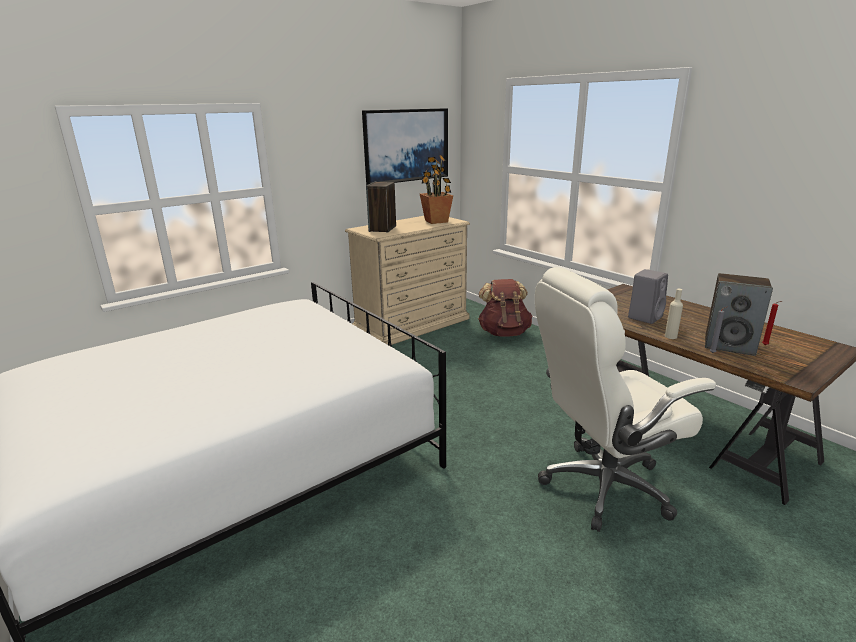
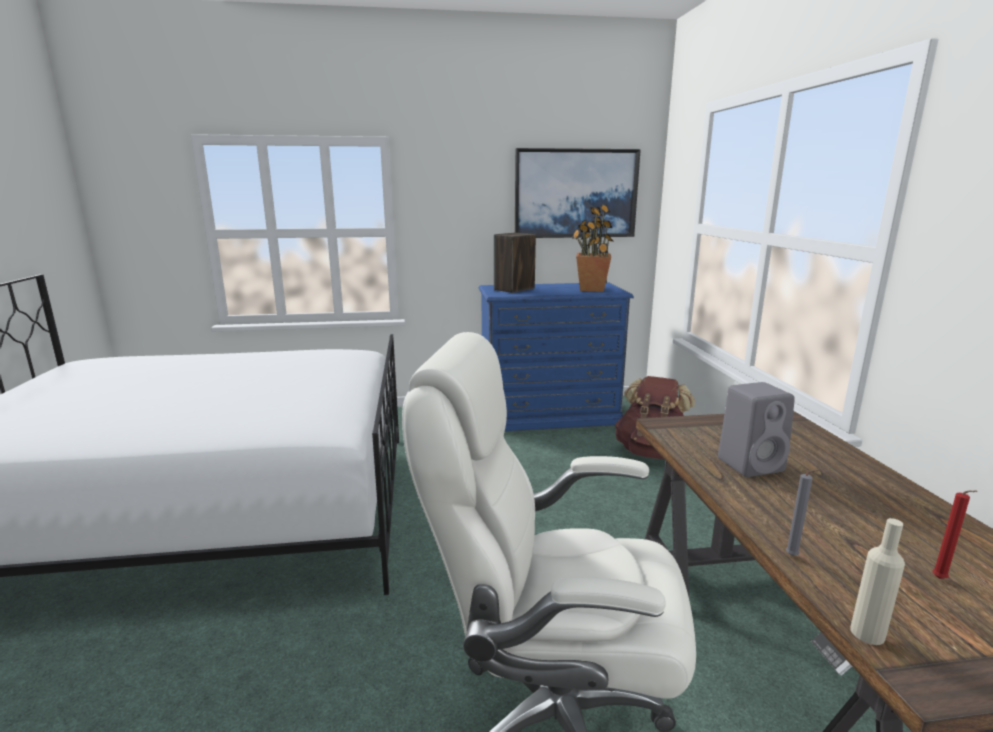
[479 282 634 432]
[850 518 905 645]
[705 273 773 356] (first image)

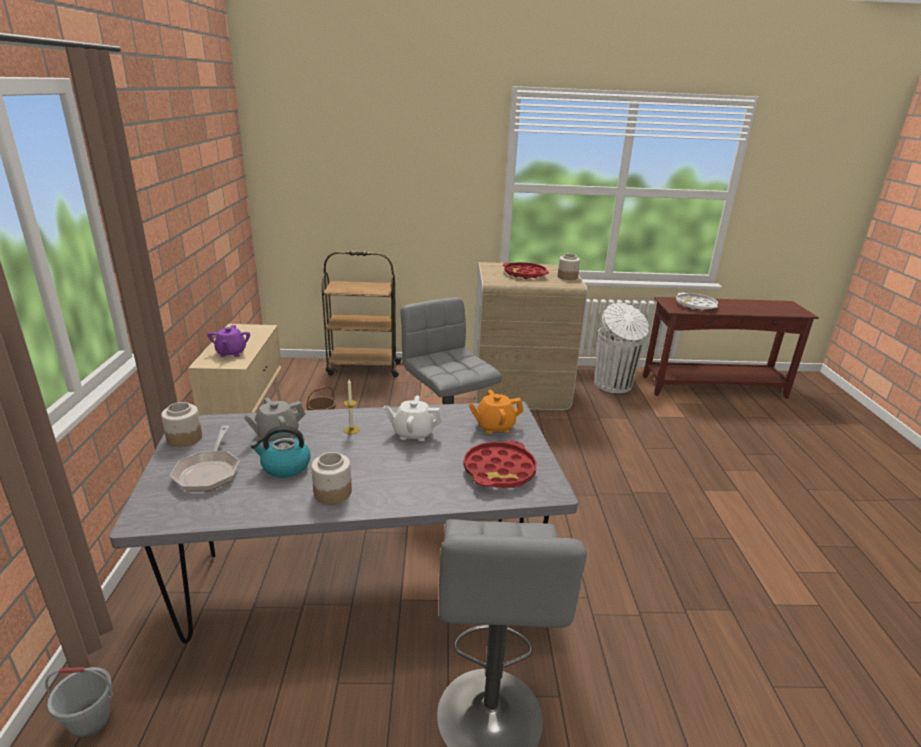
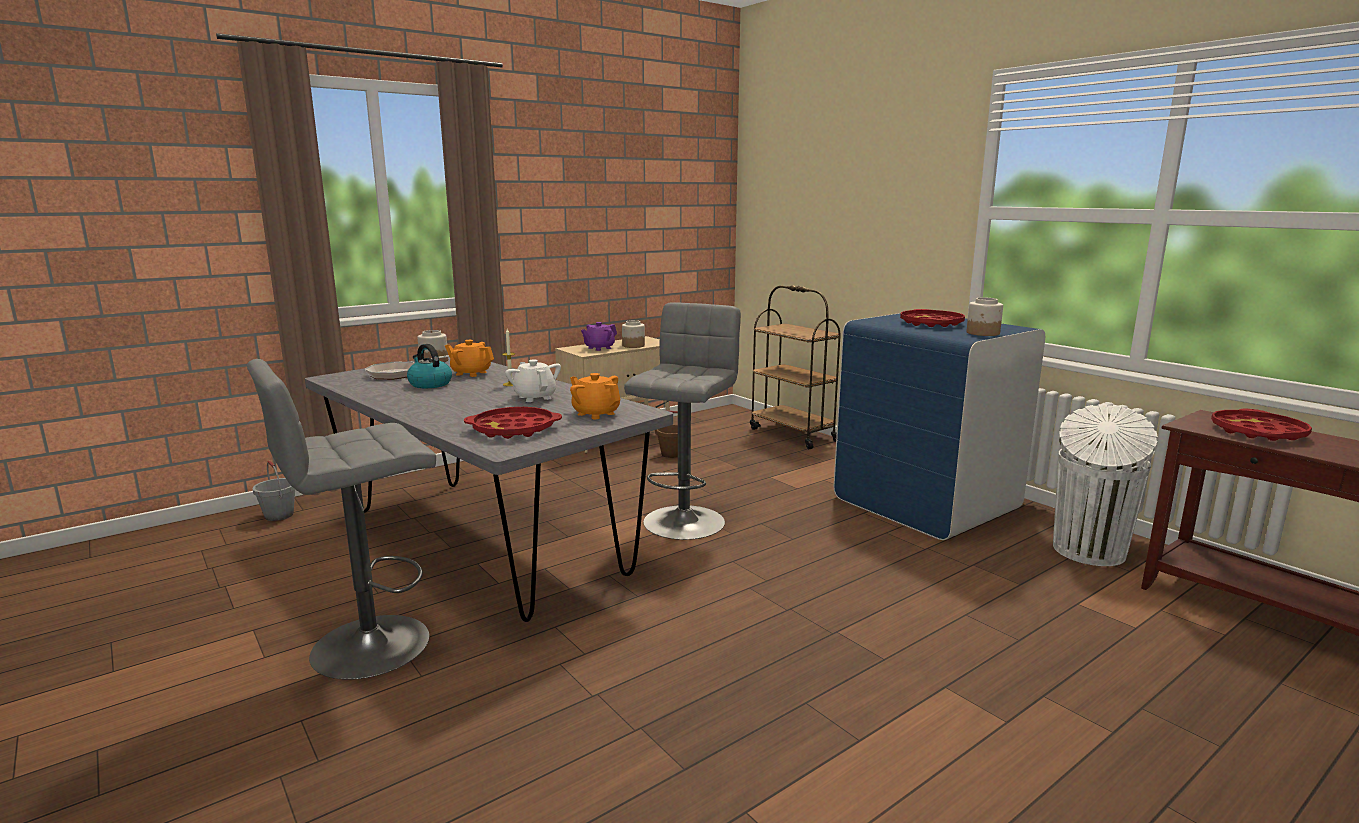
[445 340 494 377]
[622 320 645 348]
[834 313 1045 540]
[1211 409 1312 441]

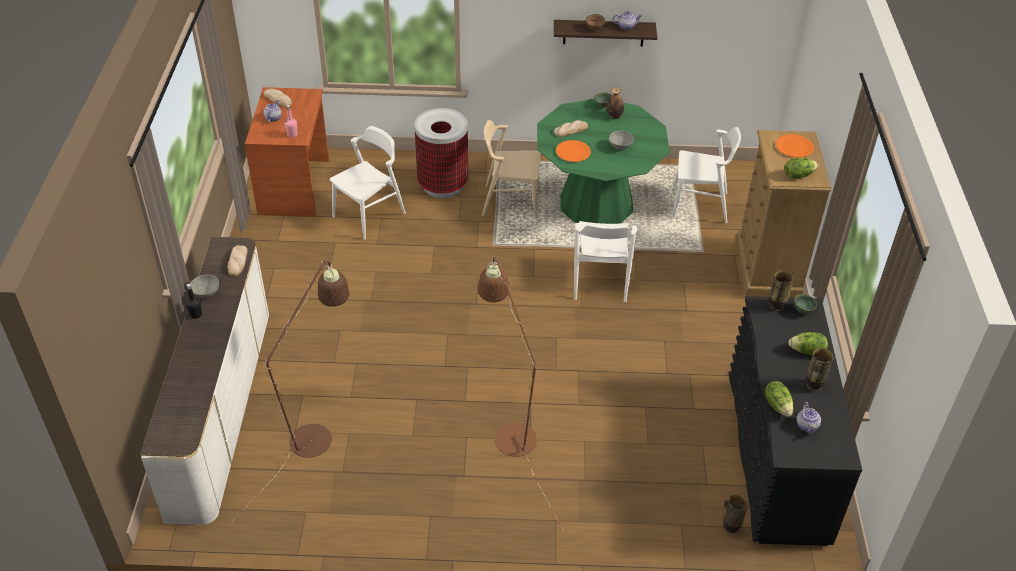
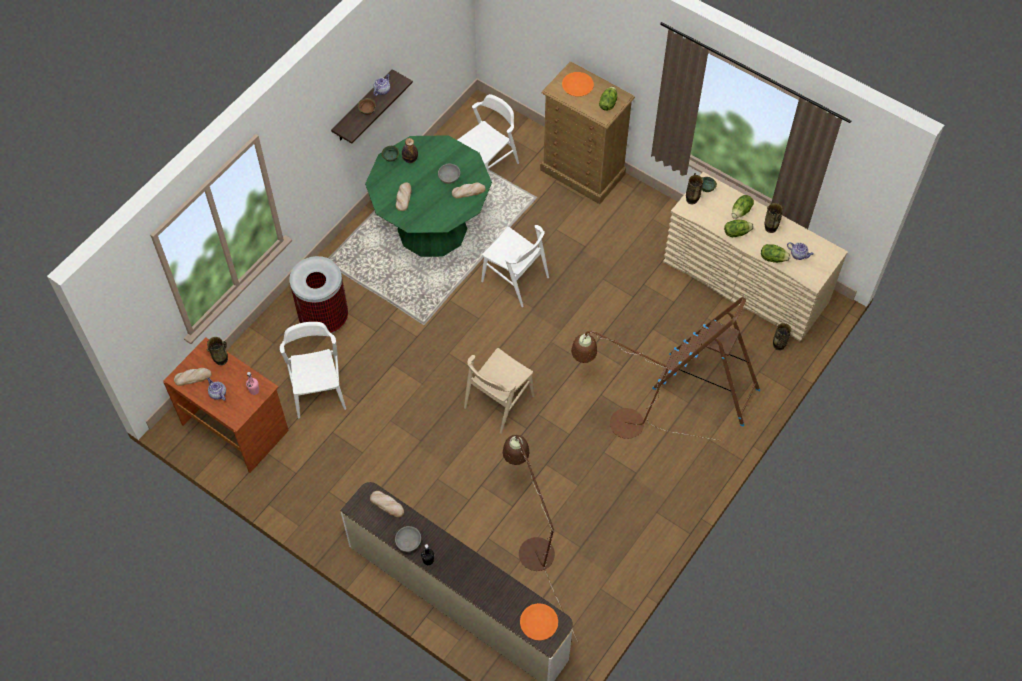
[464 348 535 434]
[520 603 558 641]
[663 172 848 341]
[207 337 228 366]
[452 182 486 199]
[652 297 760 427]
[724 220 754 237]

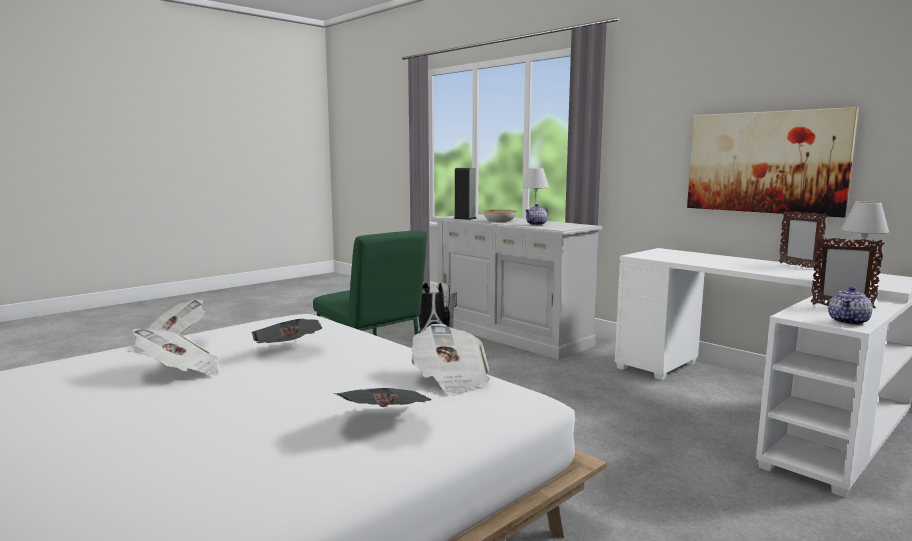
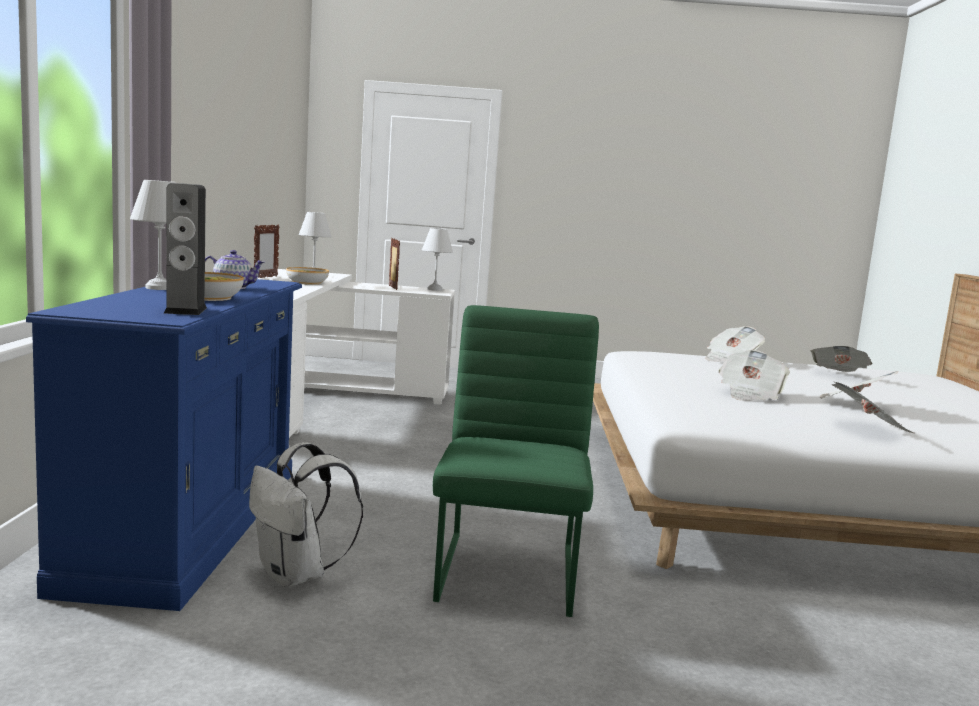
[811 346 872 372]
[26 279 302 611]
[687 107 859 217] (first image)
[422 228 453 291]
[286 267 329 285]

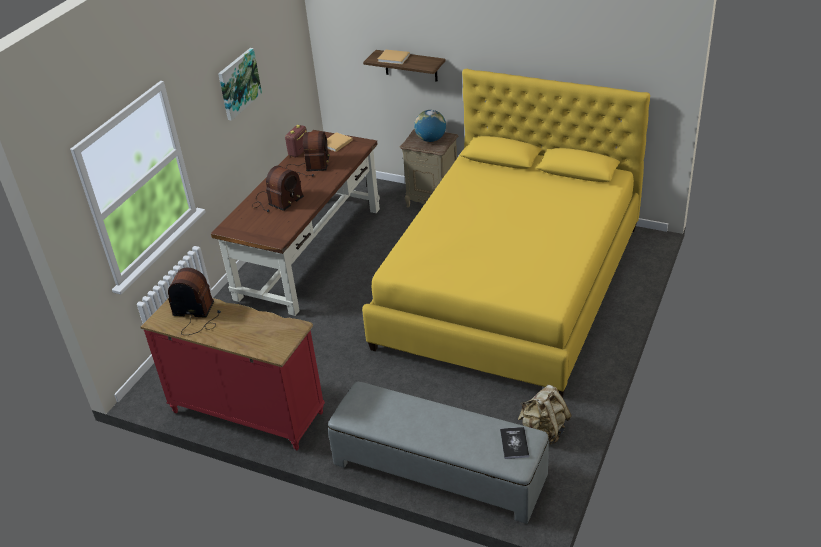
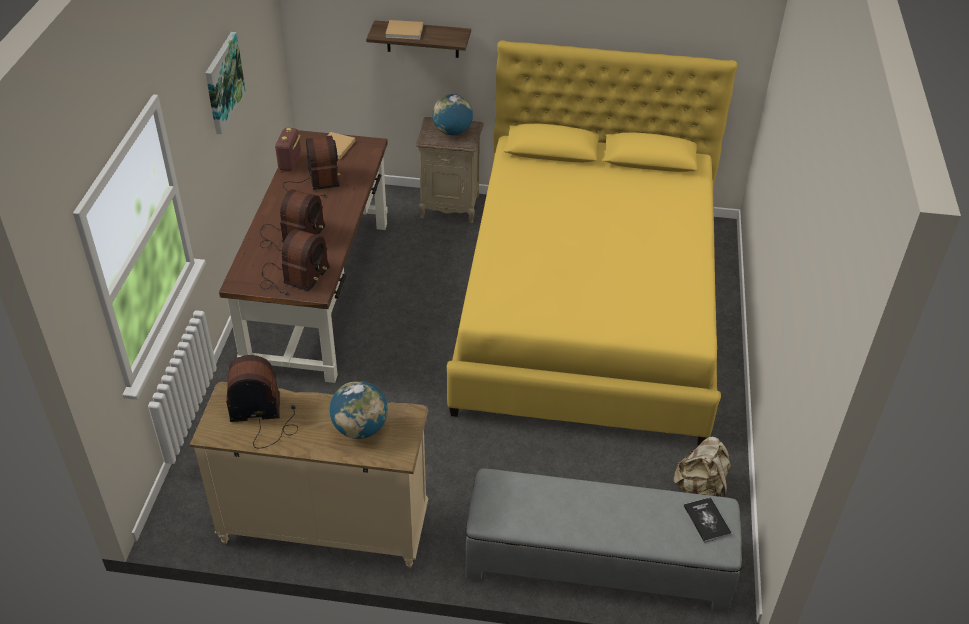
[190 382 428 568]
[260 229 330 295]
[330 381 388 439]

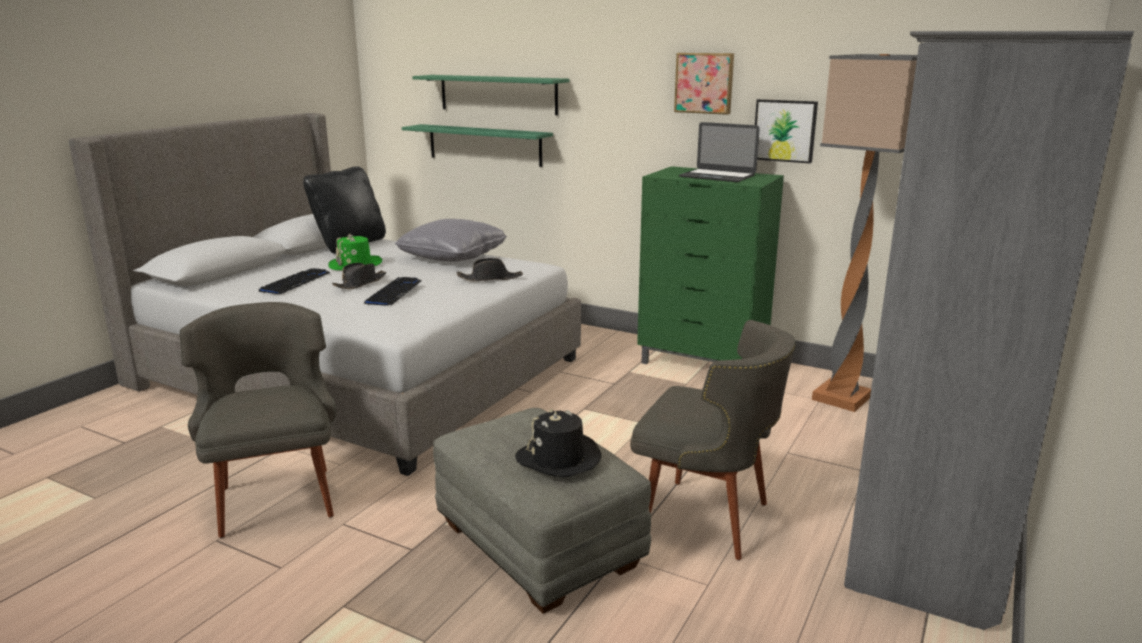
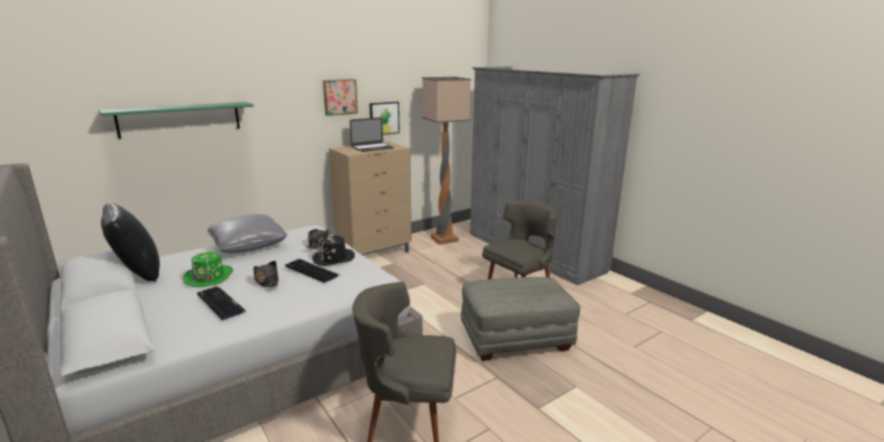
[402 124 553 167] (first image)
[313 234 355 266]
[329 142 412 255]

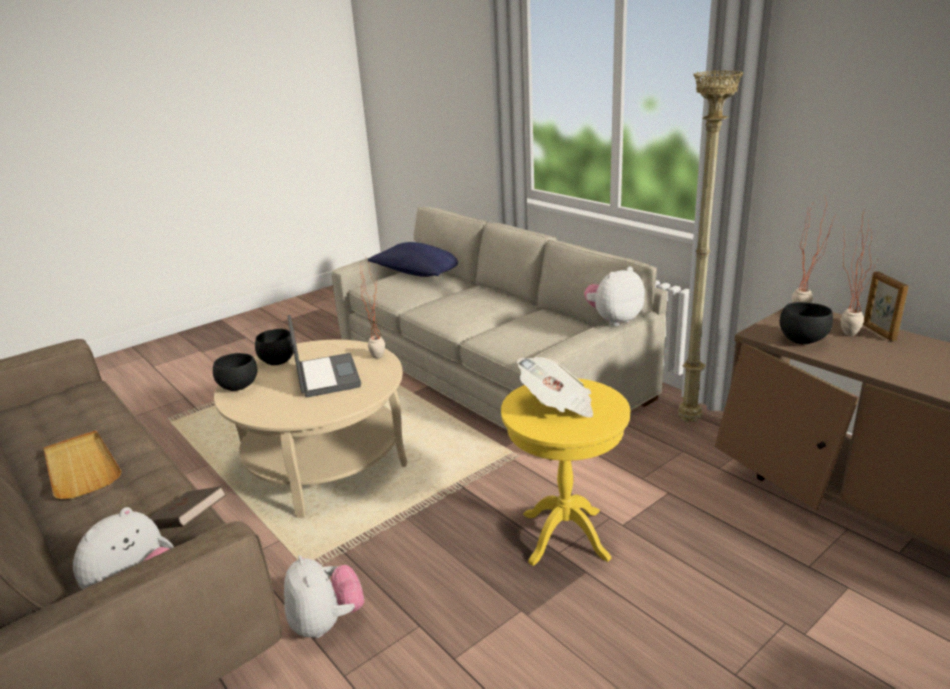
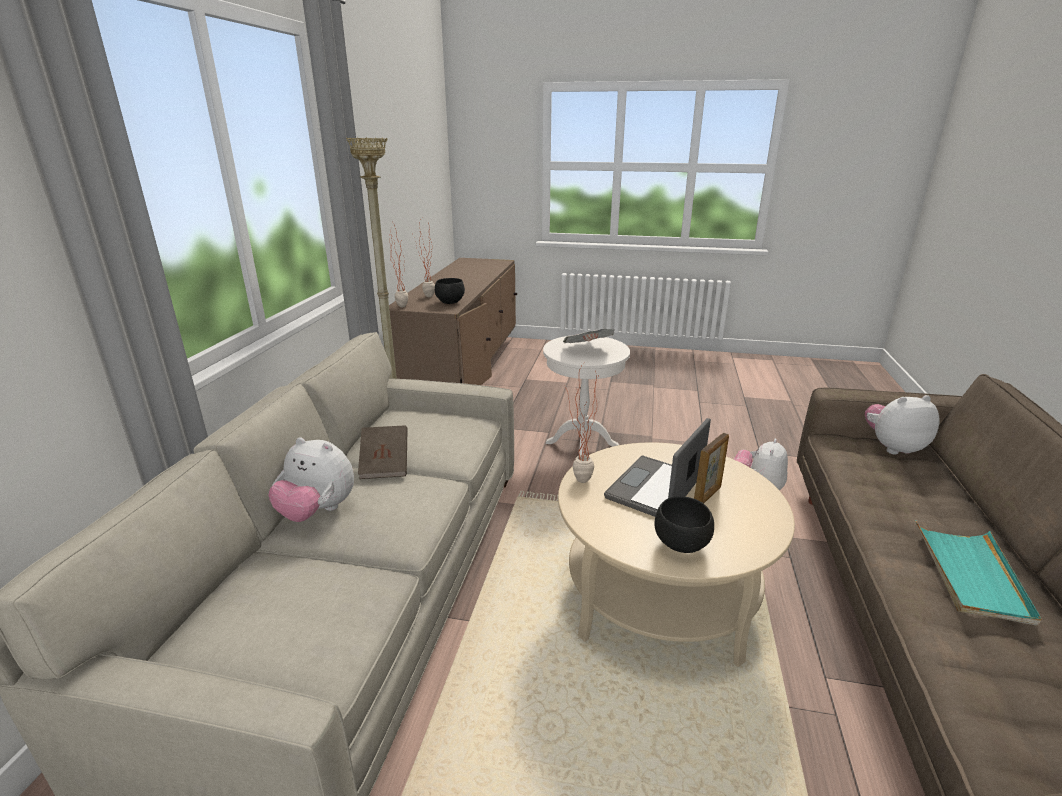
[915 520 1042 626]
[358 425 408 479]
[213 353 257 391] (first image)
[368 242 458 277] (first image)
[543 335 630 455]
[269 437 354 522]
[694 433 729 504]

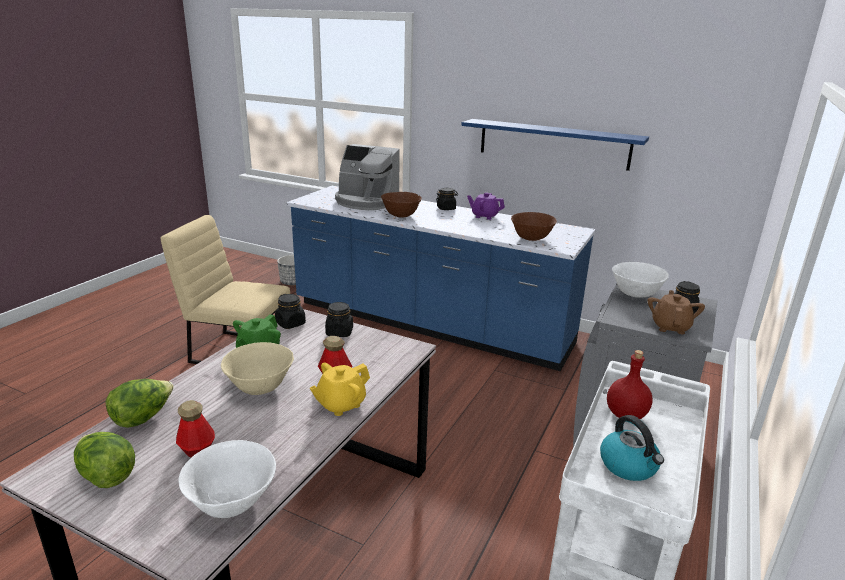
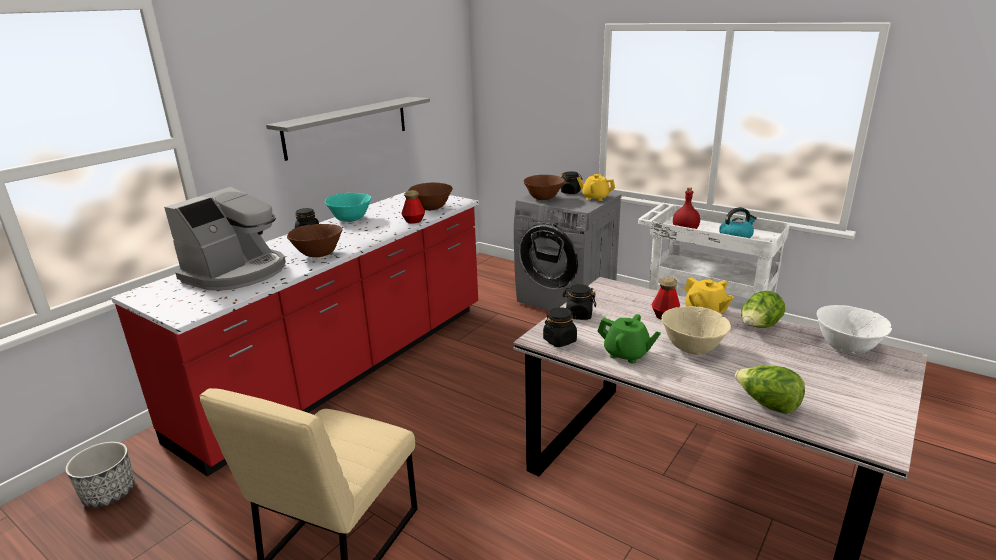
[741 291 785 328]
[401 190 425 224]
[111 192 479 477]
[266 97 430 161]
[325 193 372 222]
[523 175 565 200]
[577 174 615 201]

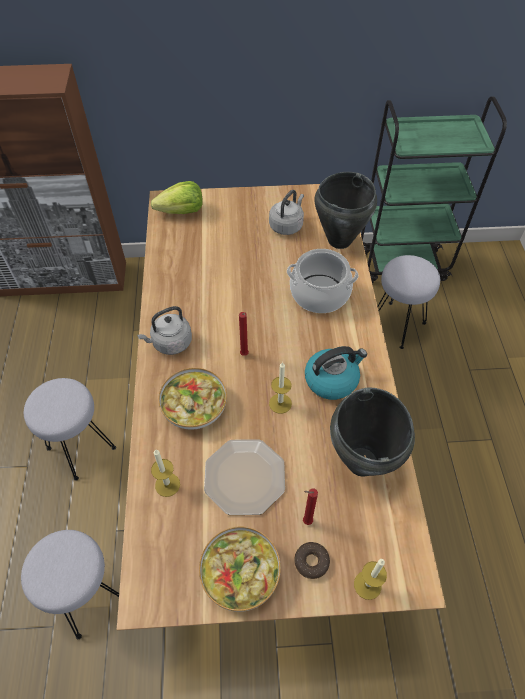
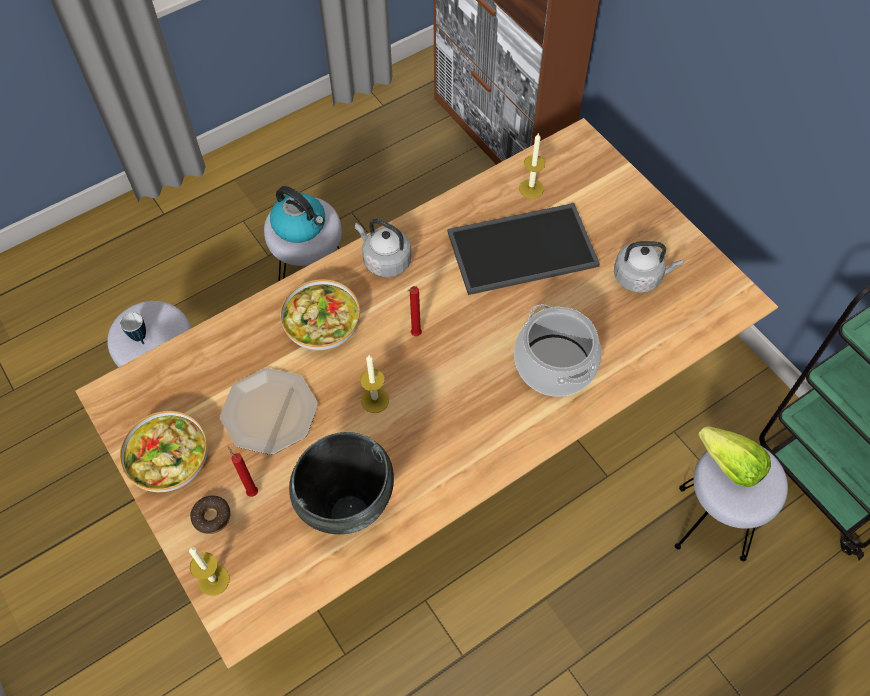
[698 426 771 487]
[519 133 545 199]
[270 186 325 243]
[314 172 377 249] (first image)
[120 312 146 344]
[447 203 600 295]

